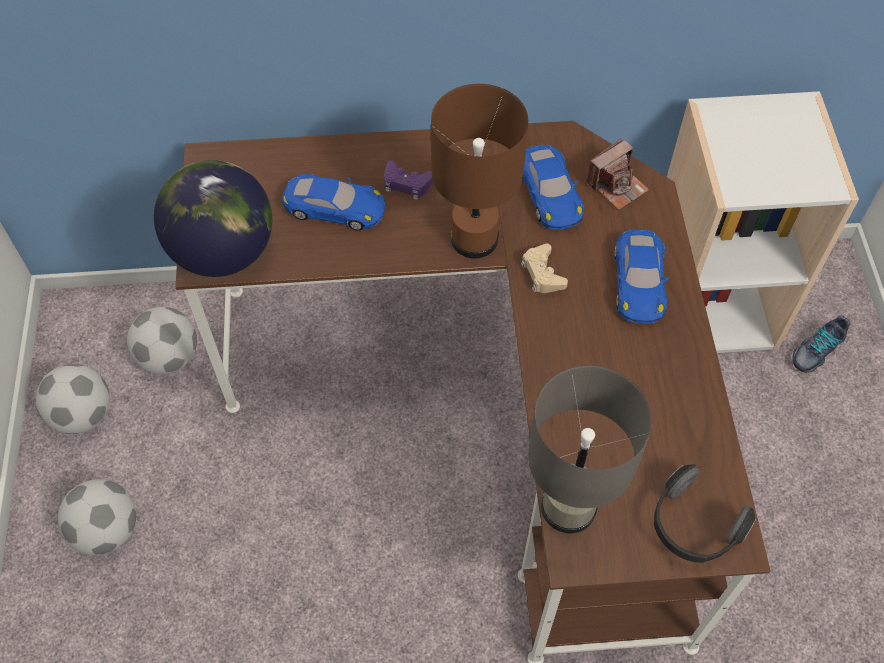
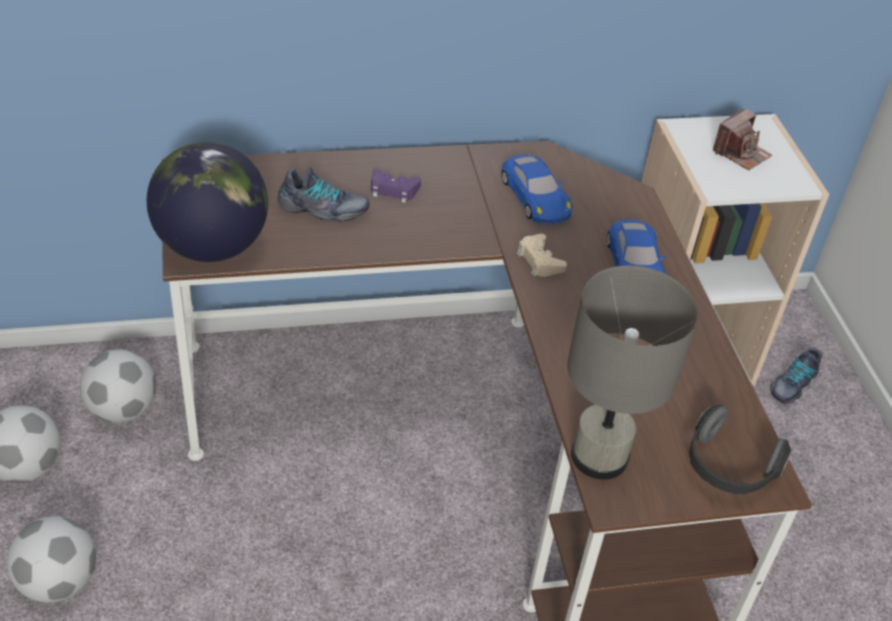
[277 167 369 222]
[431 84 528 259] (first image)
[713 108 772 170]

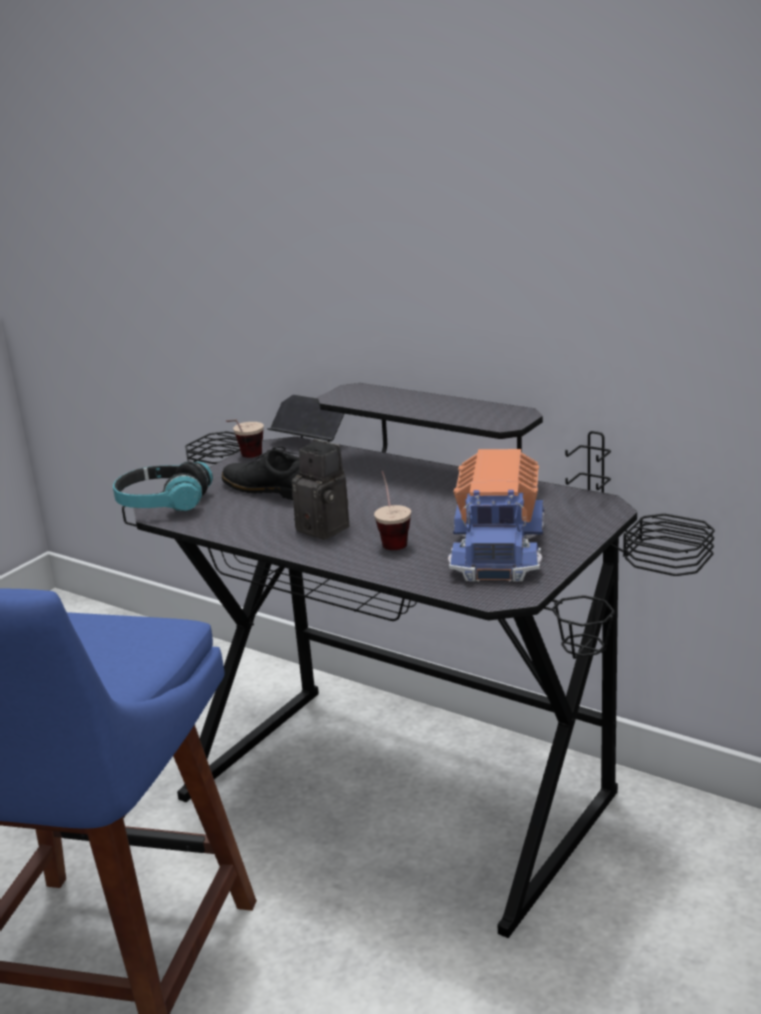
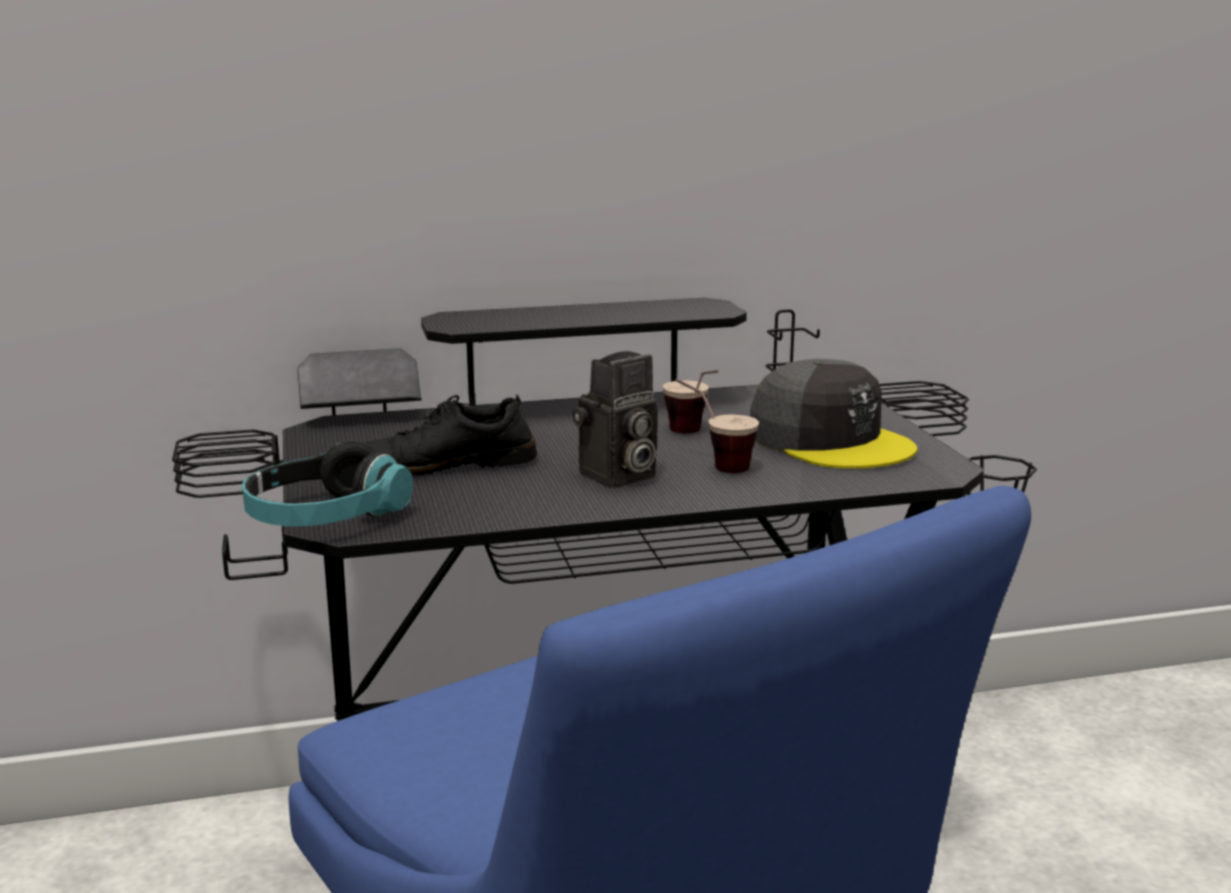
[663 370 719 433]
[573 351 658 488]
[750 359 917 469]

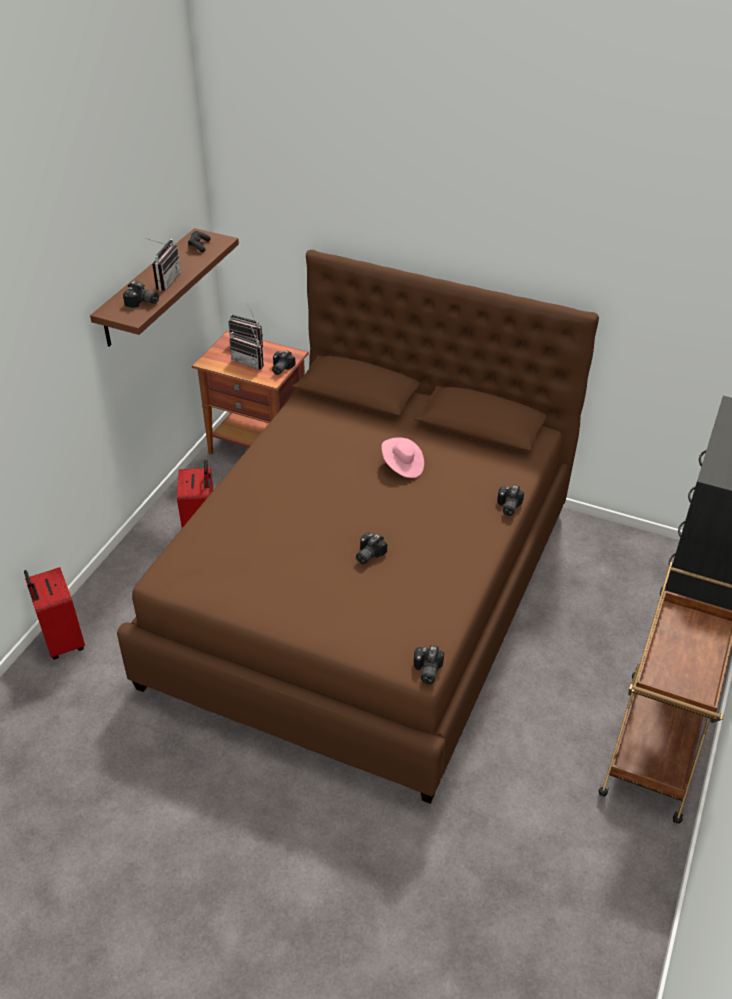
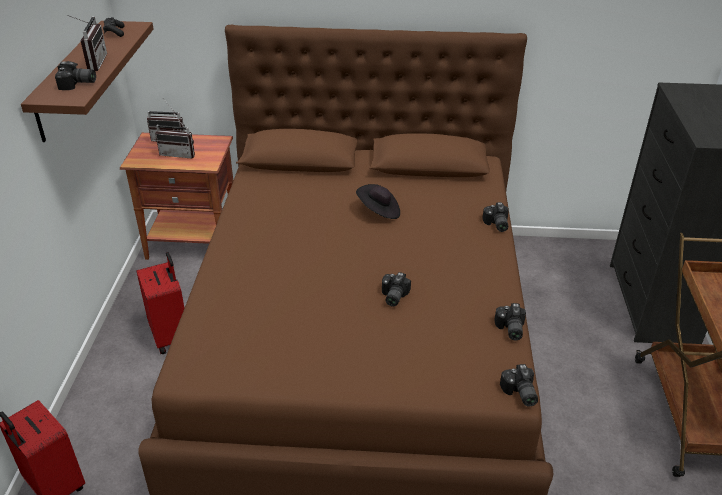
[495 303 526 341]
[356 184 400 219]

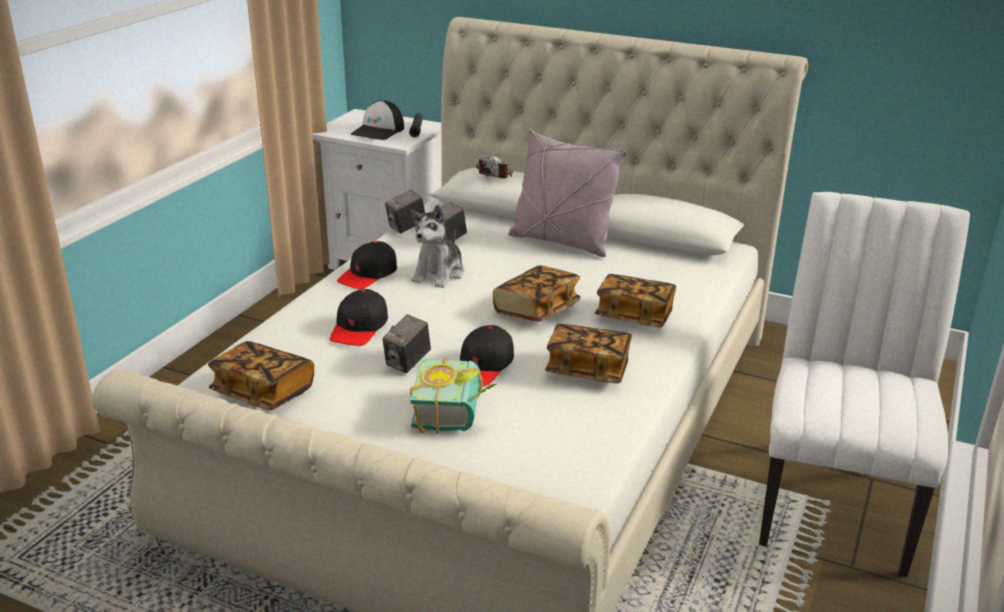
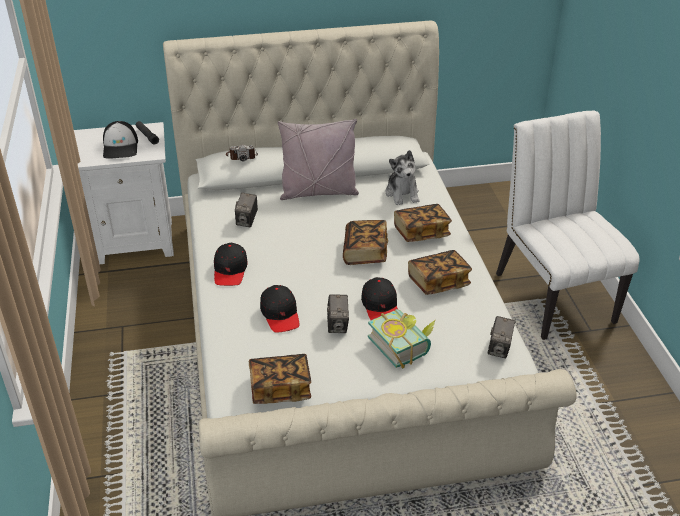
[488 316 515 358]
[386 150 419 205]

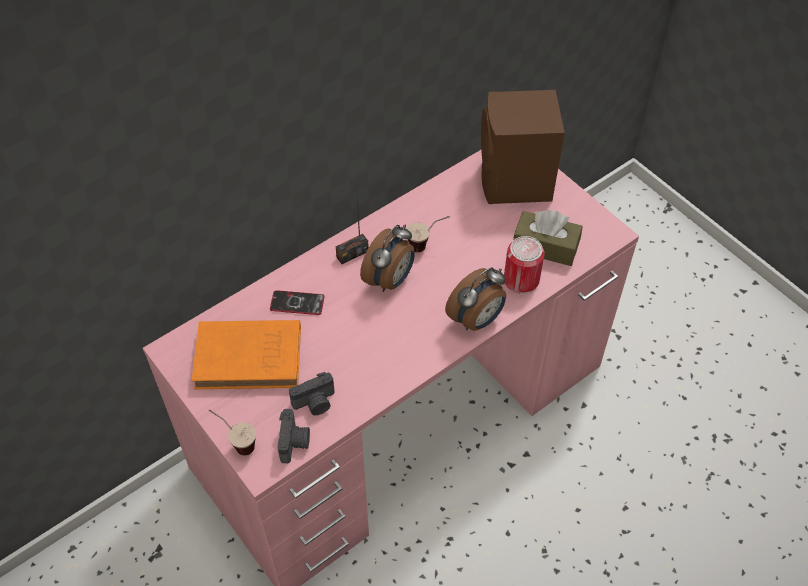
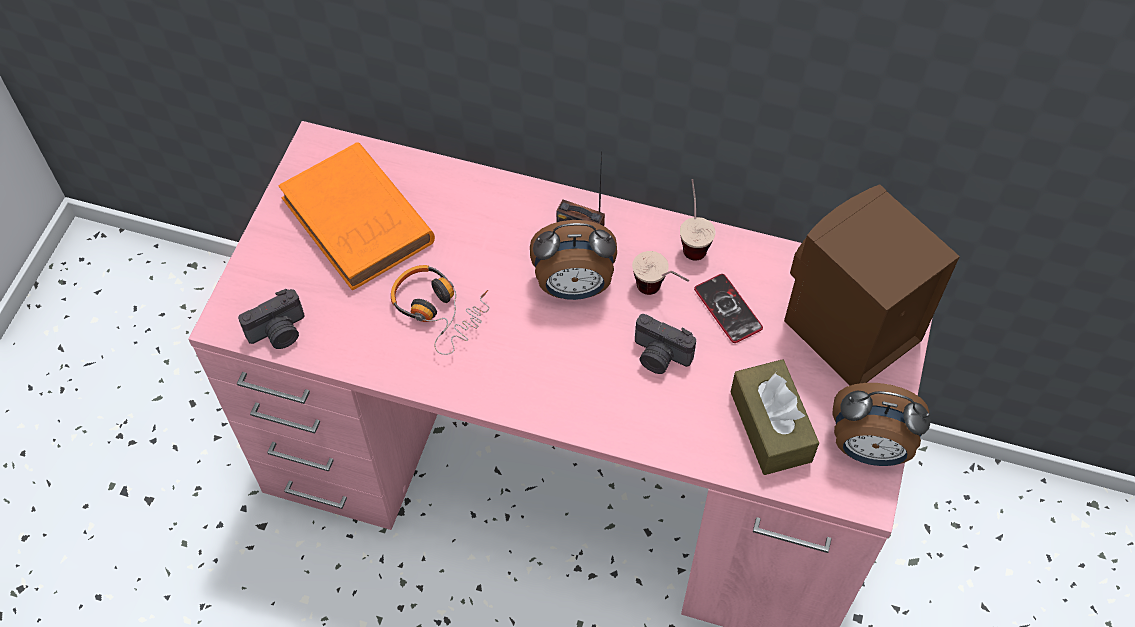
[680 179 716 261]
[694 274 763 343]
[635 314 696 374]
[832 383 930 466]
[504 236 544 294] (first image)
[391 265 489 355]

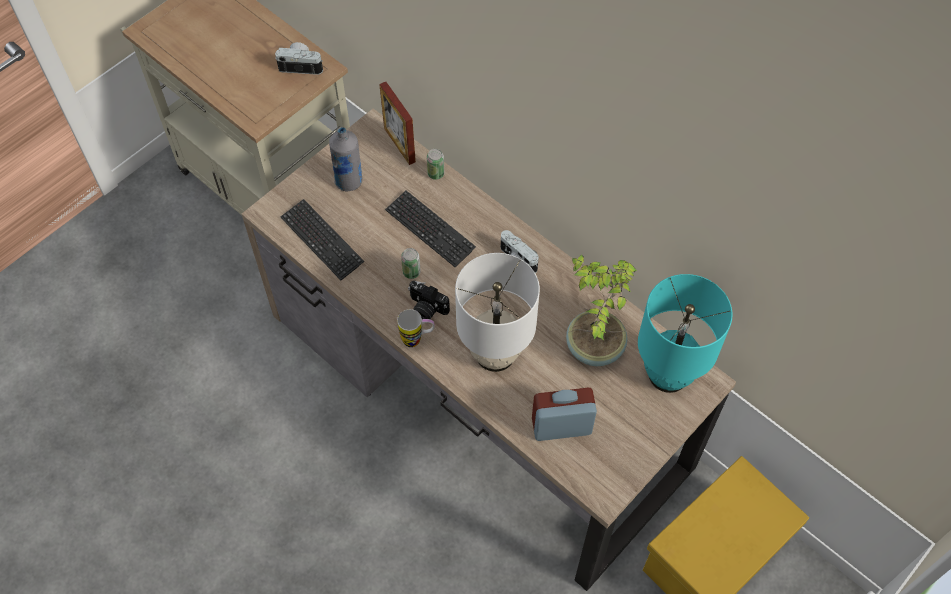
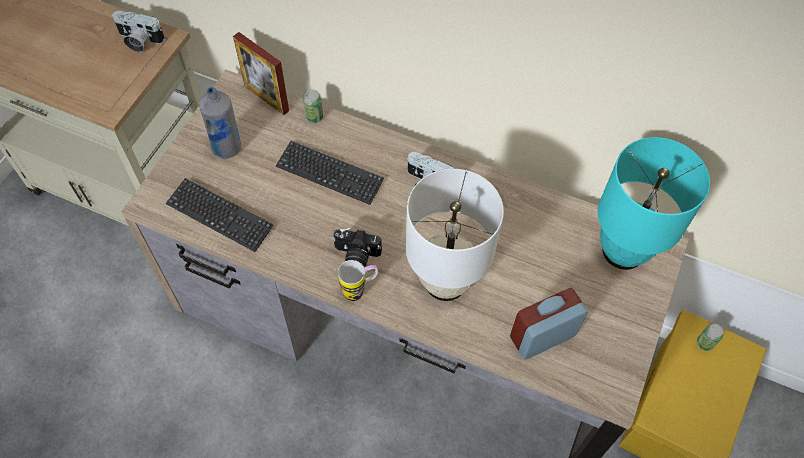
[112 11 165 52]
[697 324 724 351]
[566 254 637 366] (first image)

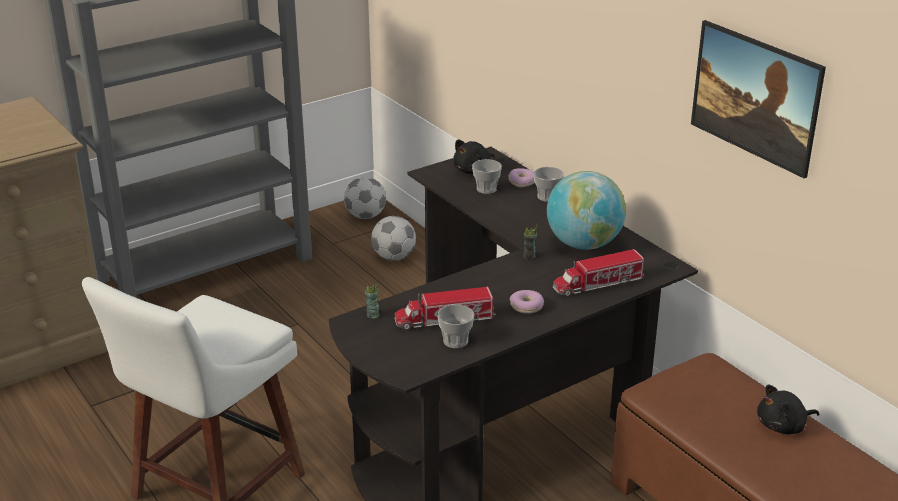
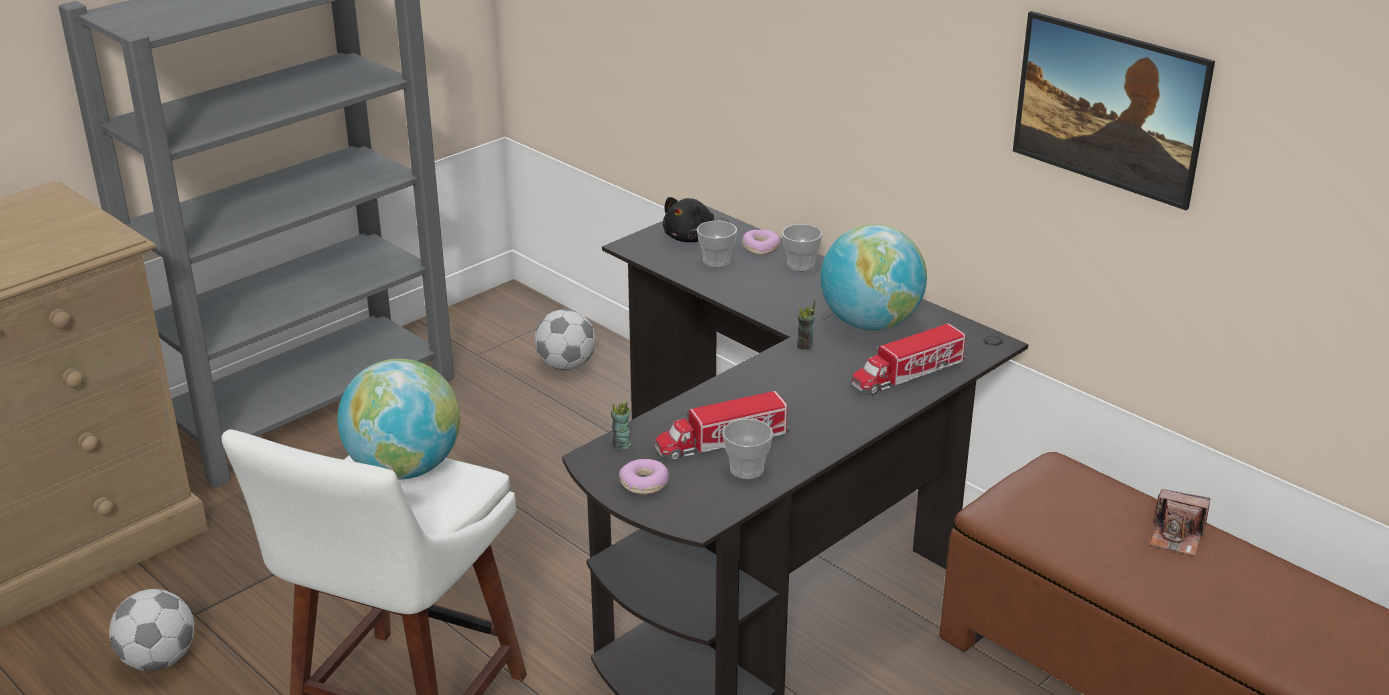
[109 589 194 671]
[619 459 669 495]
[1150 489 1210 556]
[337 359 460 480]

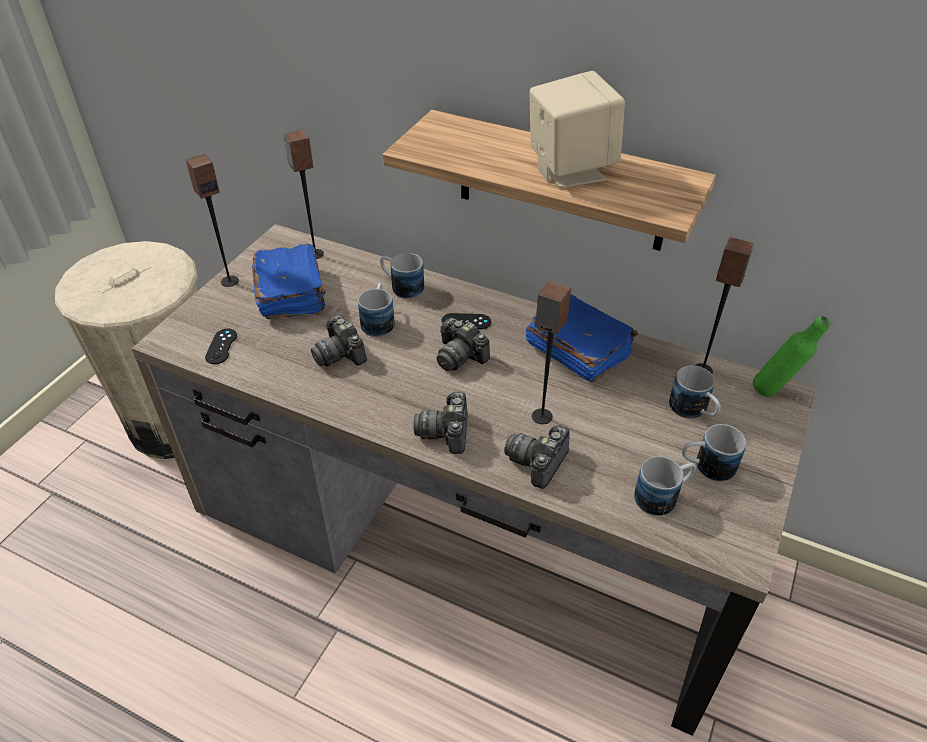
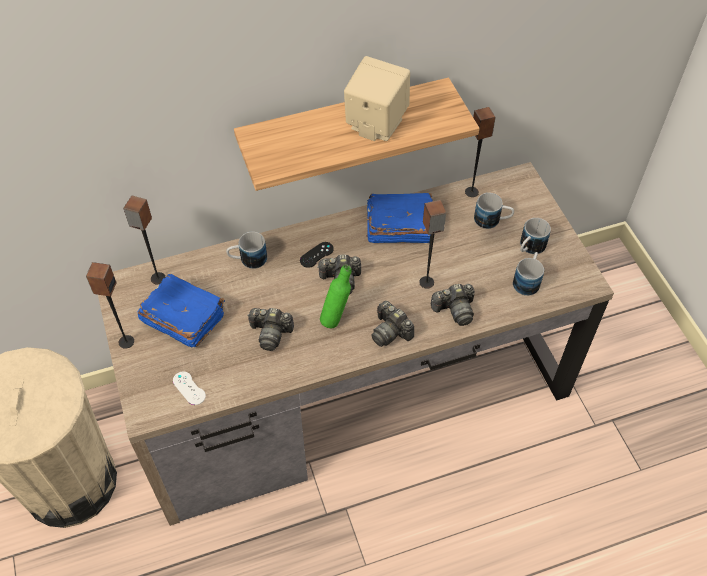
[173 371 206 405]
[358 283 395 337] (first image)
[431 284 475 326]
[320 264 351 328]

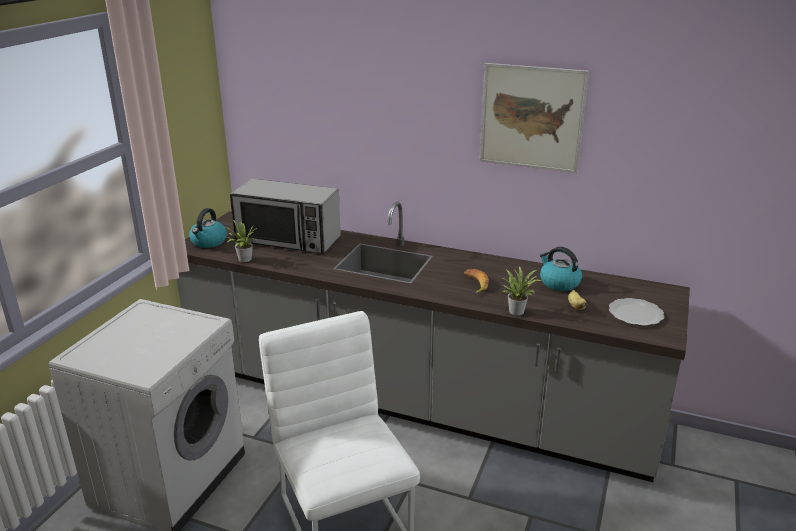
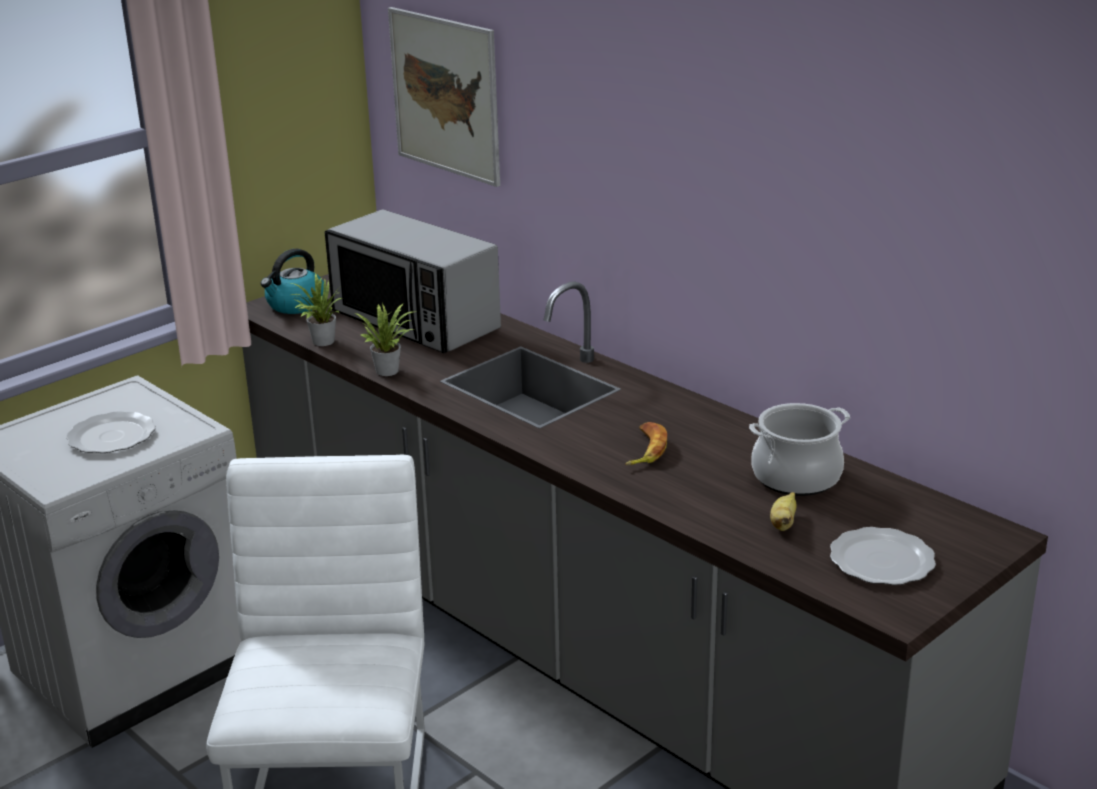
[388 7 500 187]
[355 303 417 376]
[749 403 850 496]
[66 411 156 453]

